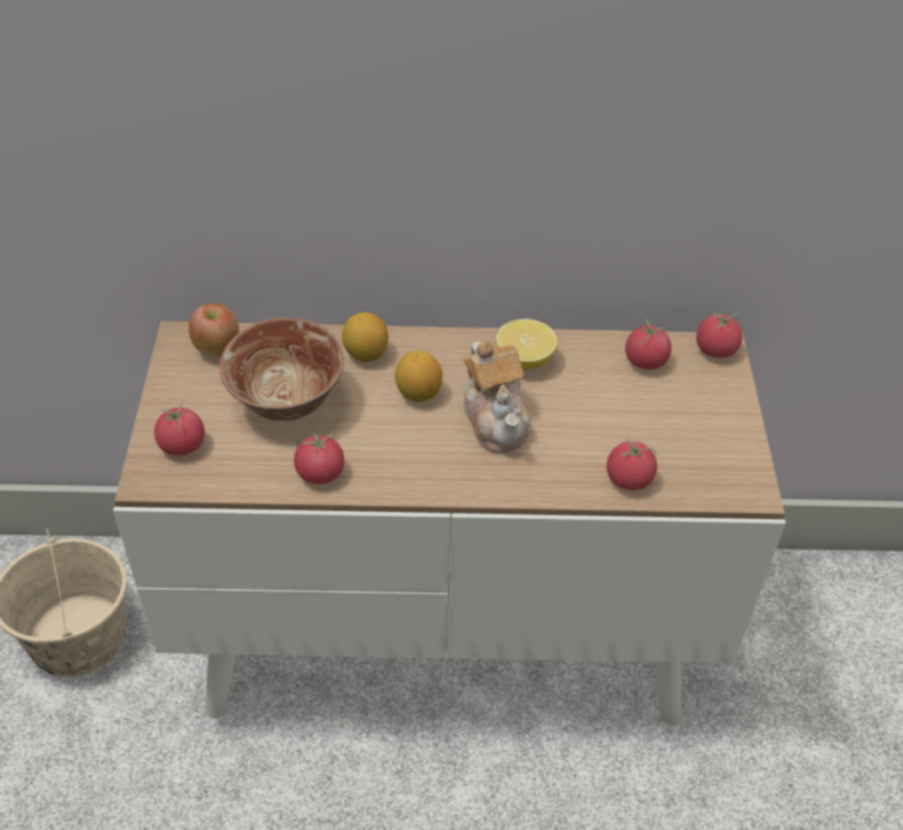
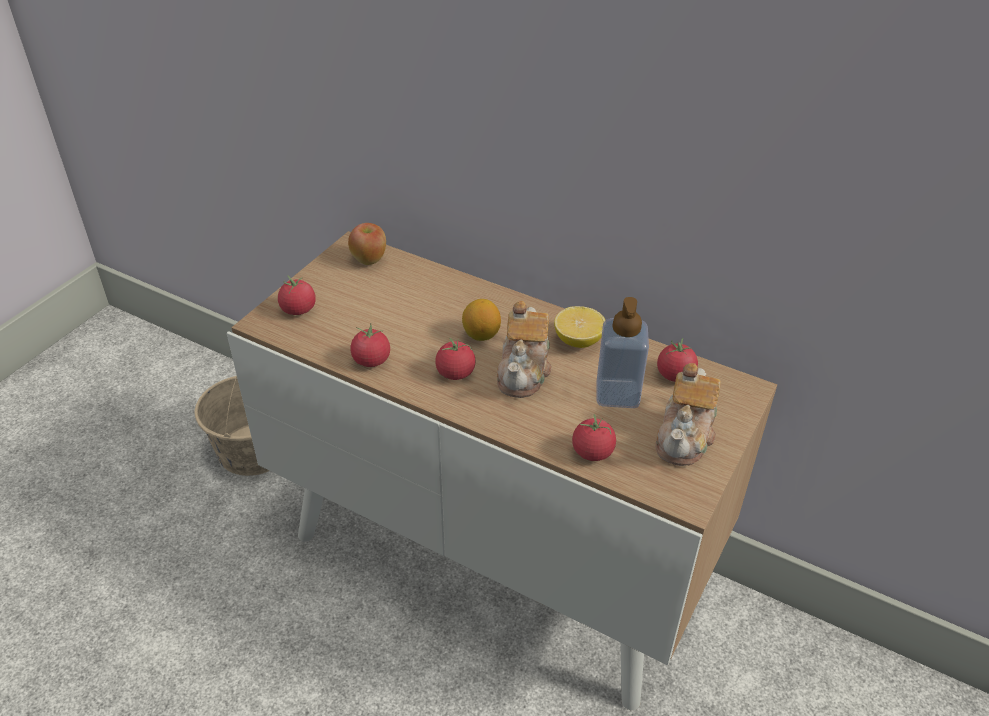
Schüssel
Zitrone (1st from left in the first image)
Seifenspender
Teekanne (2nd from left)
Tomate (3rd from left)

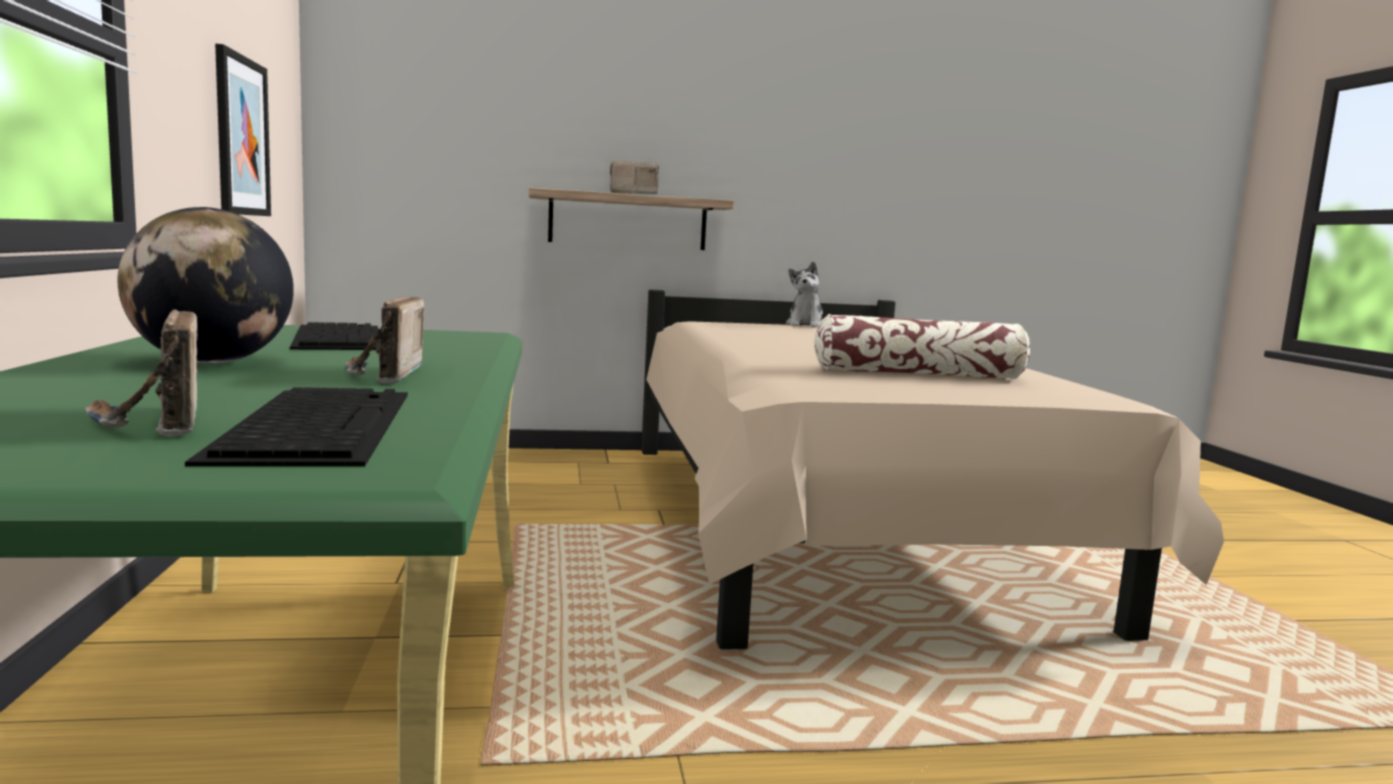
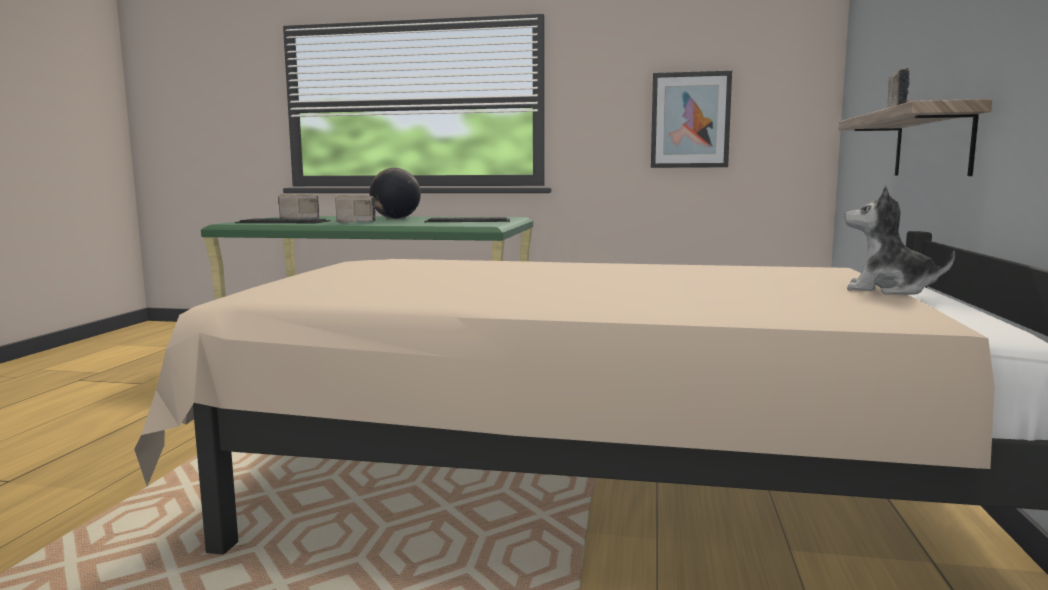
Kissen

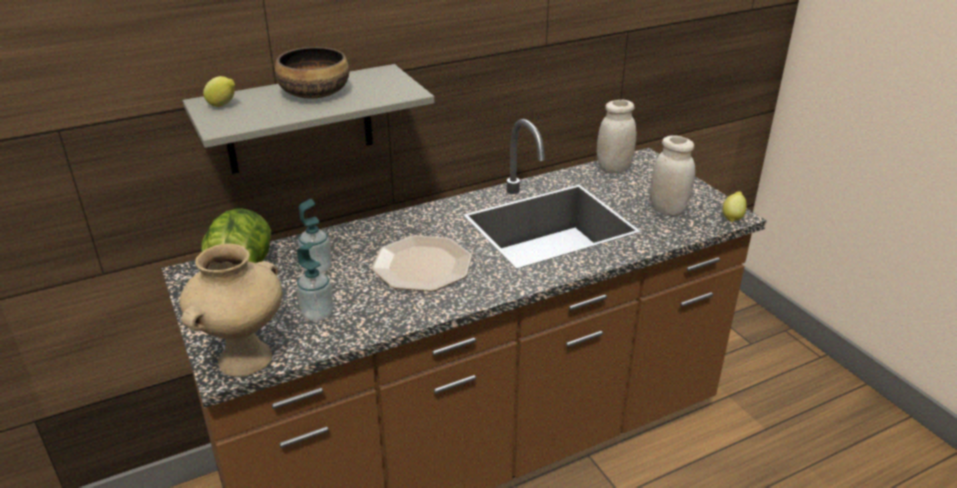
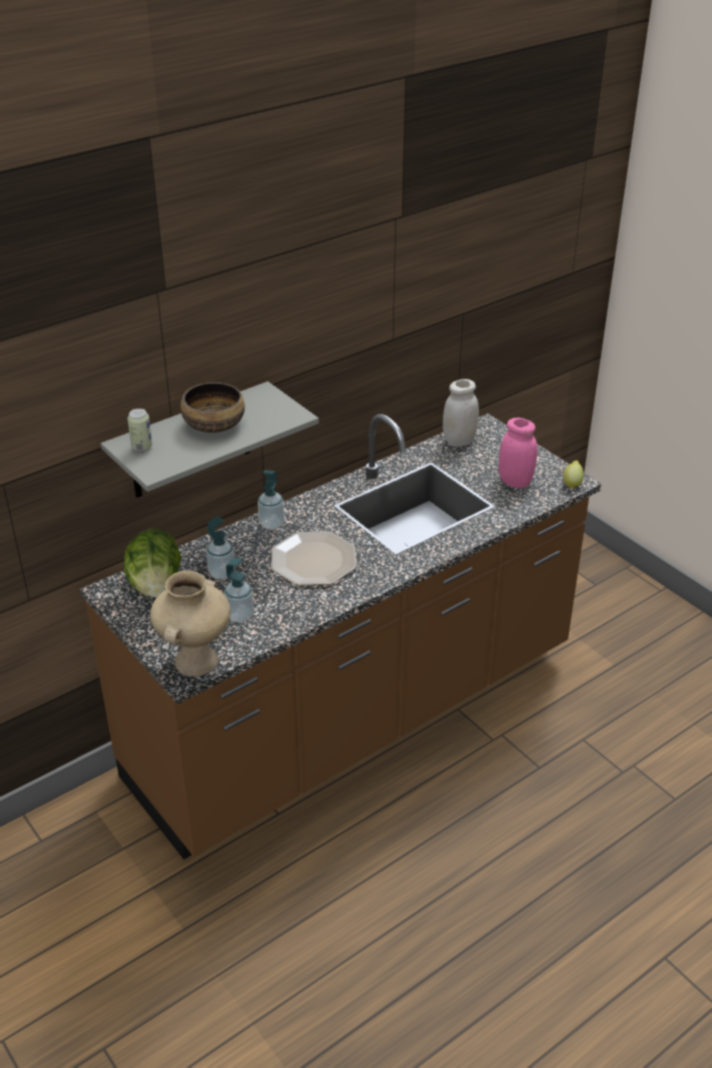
Seifenspender (3rd from left)
Dose
Vorratsglas [rosa]

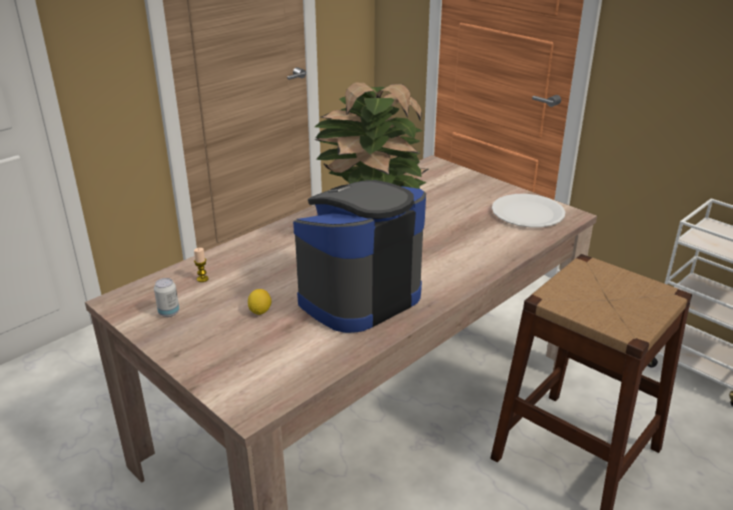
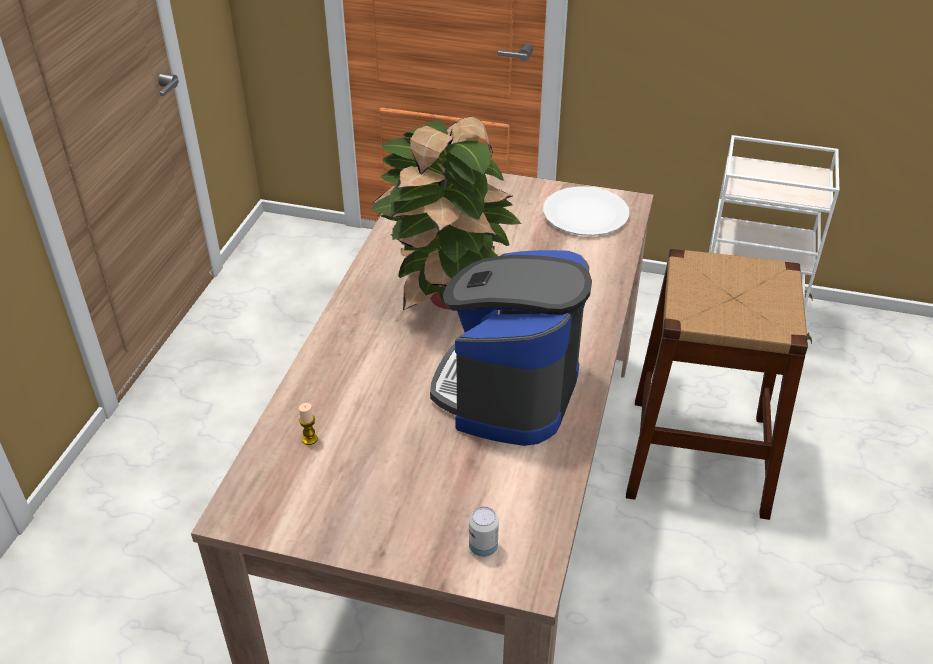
Zitrone
Dose

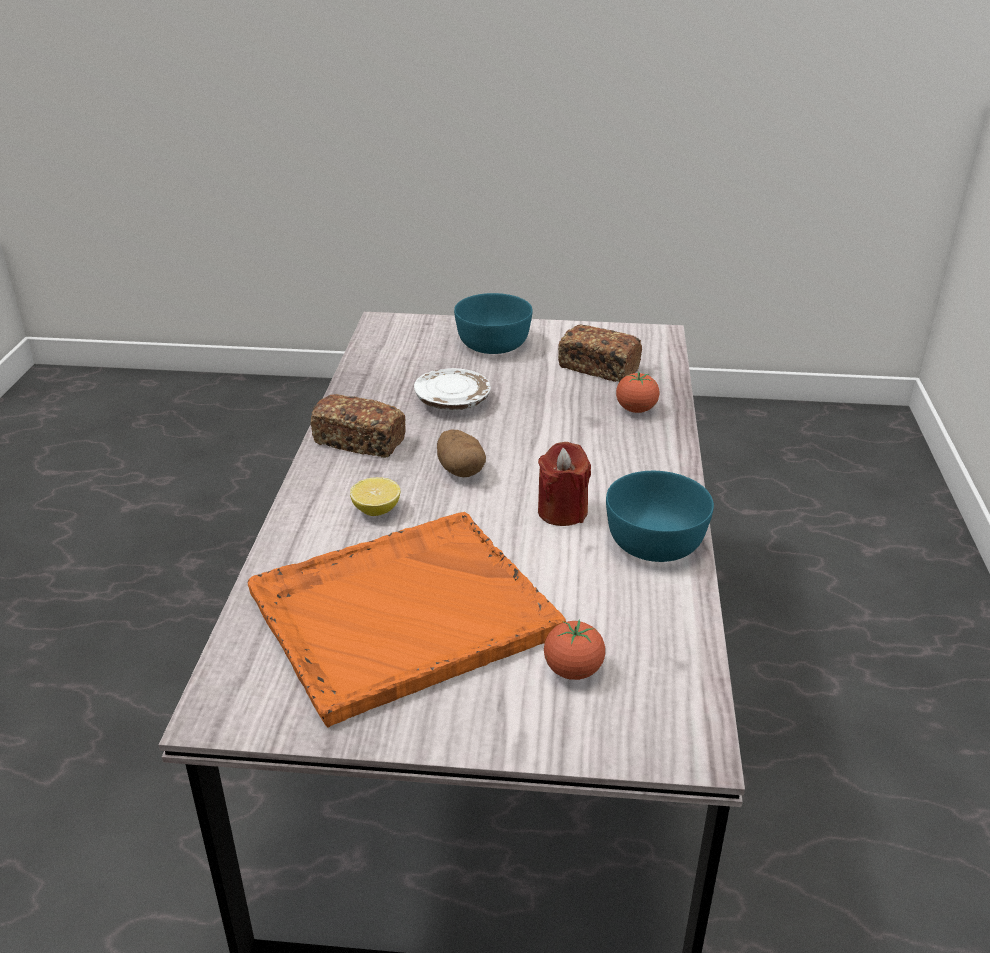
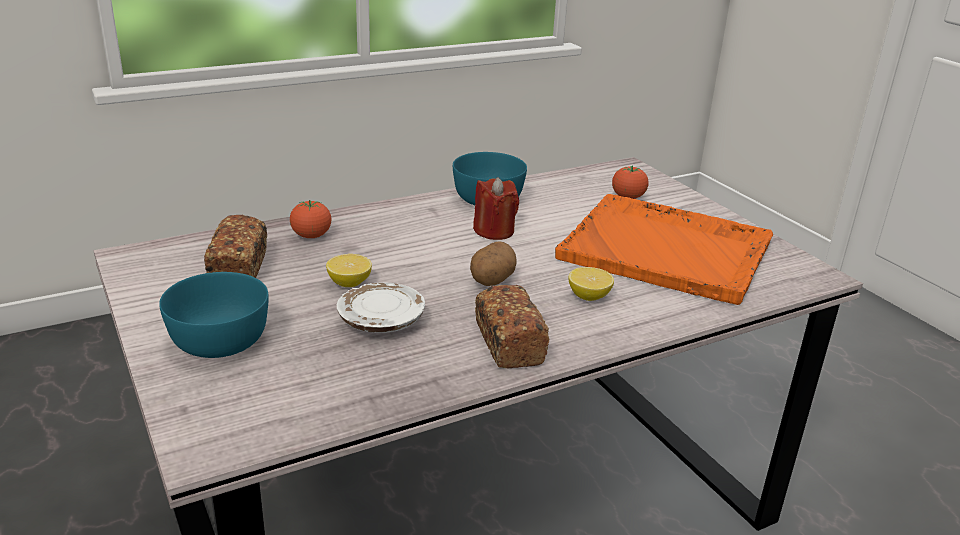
Zitrone (1st from left)

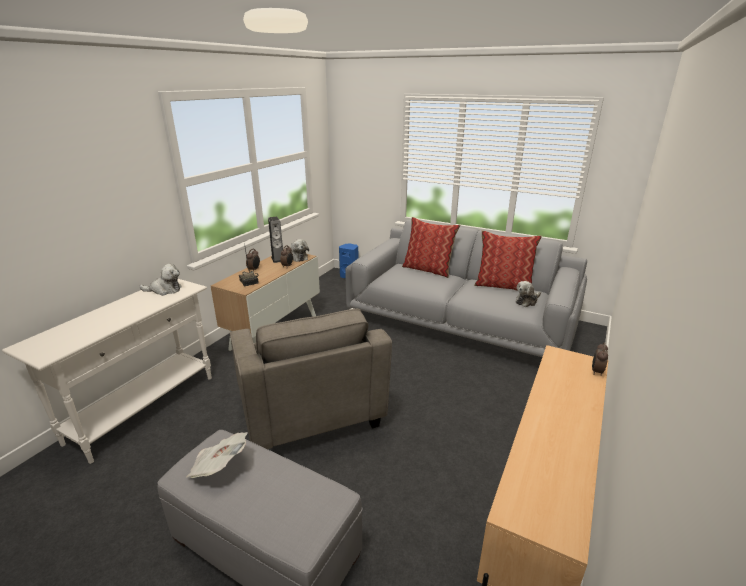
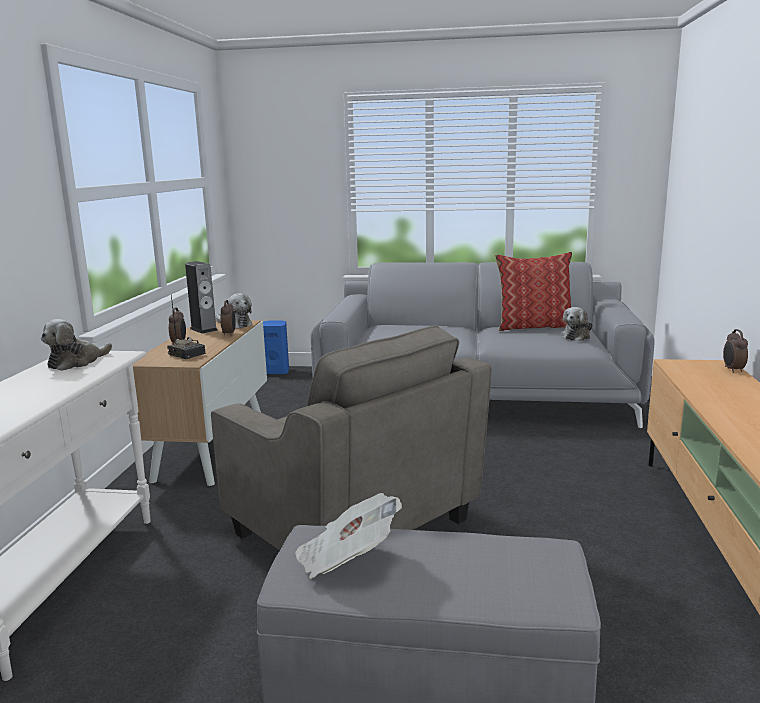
Kissen (1st from left in the first image)
Plüschtier (1st from left)

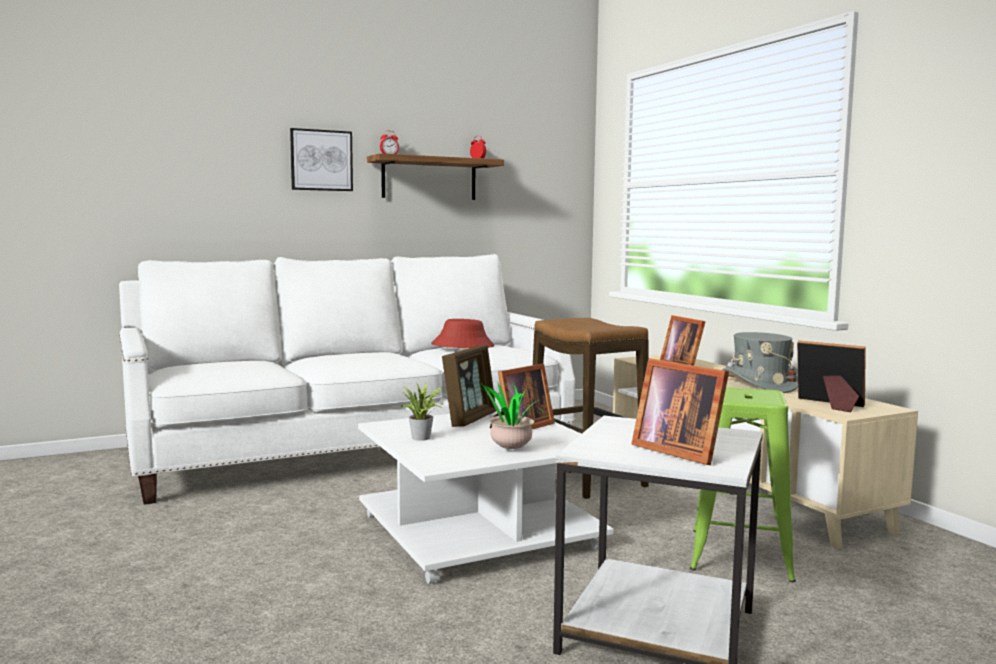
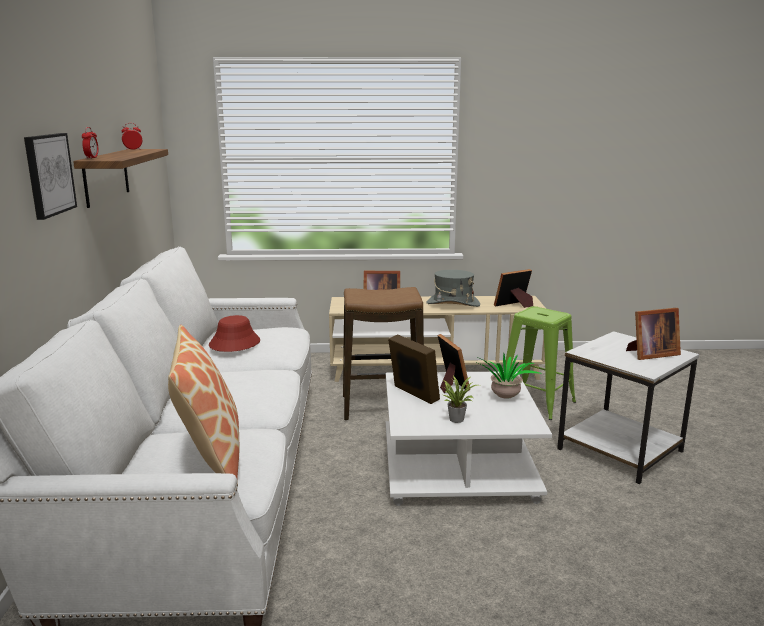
Kissen

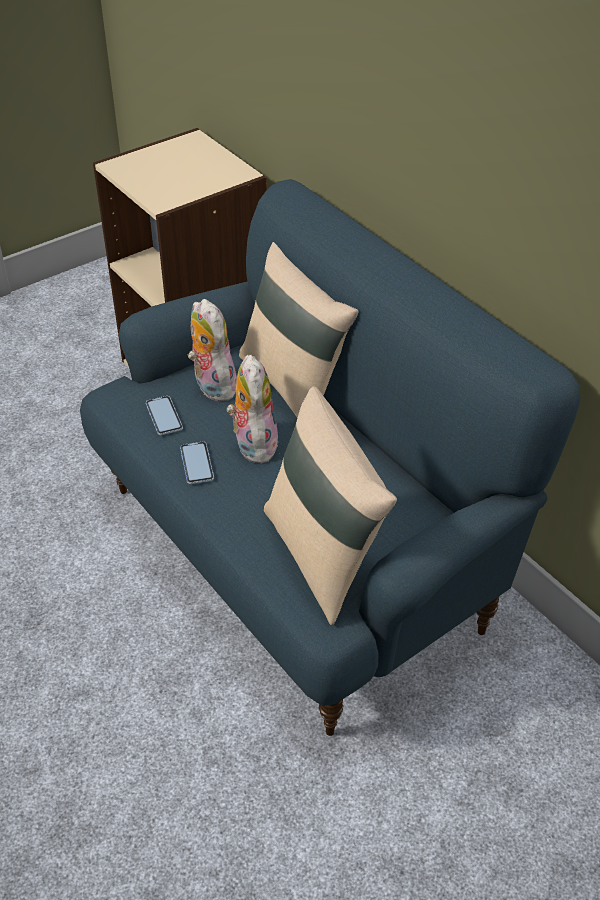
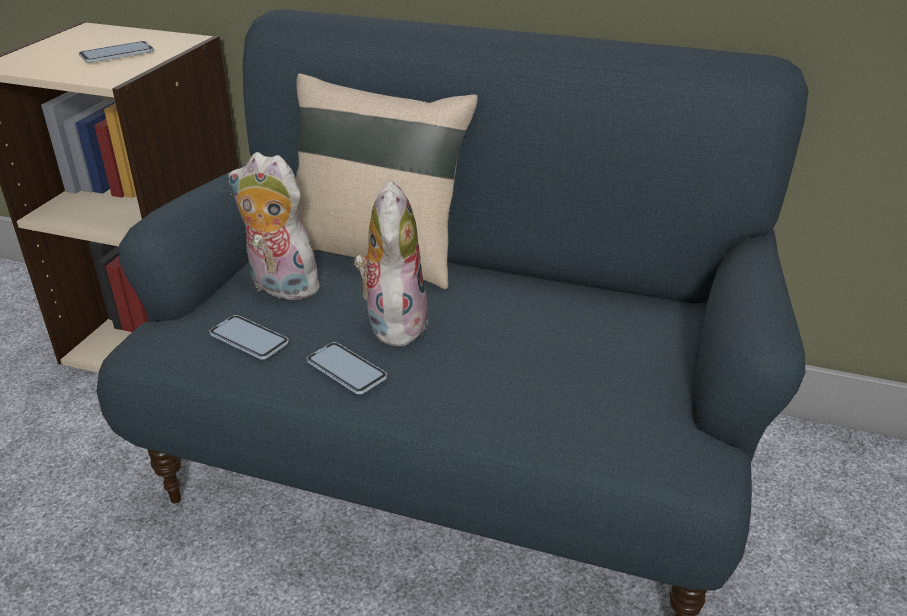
Kissen [beige] (2nd from left in the first image)
Handy (1st from left)
Plüschtier (2nd from left)

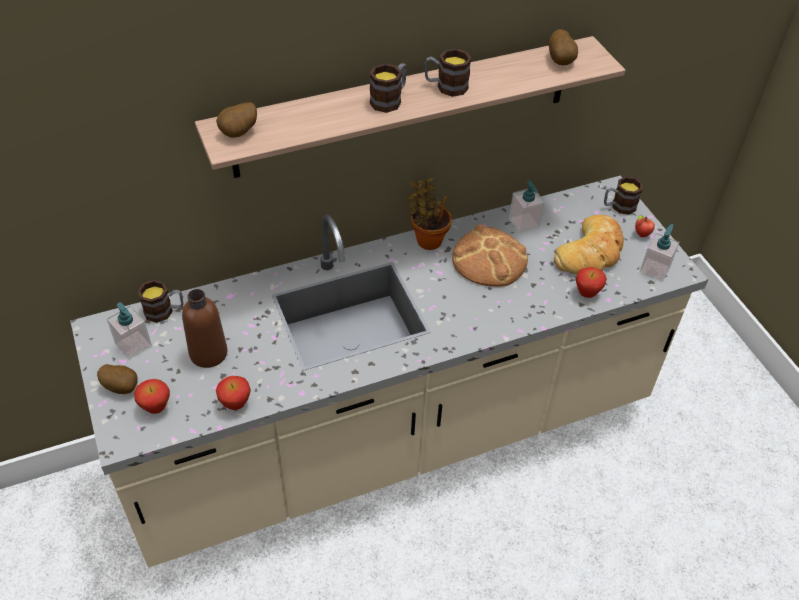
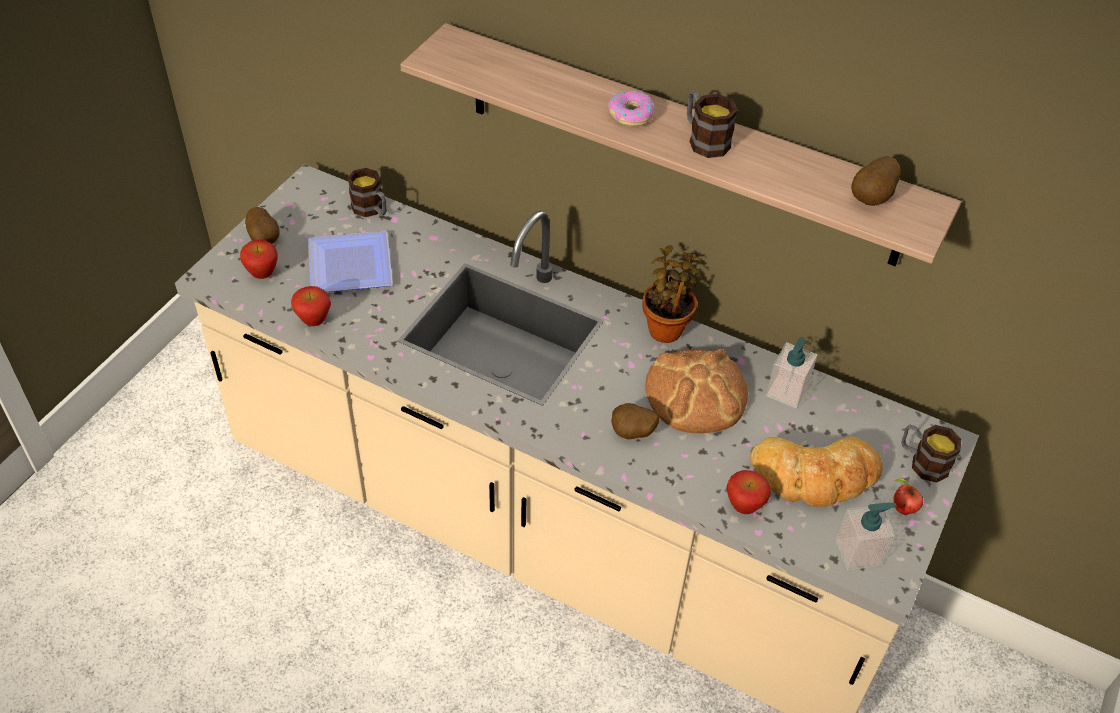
Seifenspender (1st from left in the first image)
Kartoffel (2nd from left)
Teller
Donut

